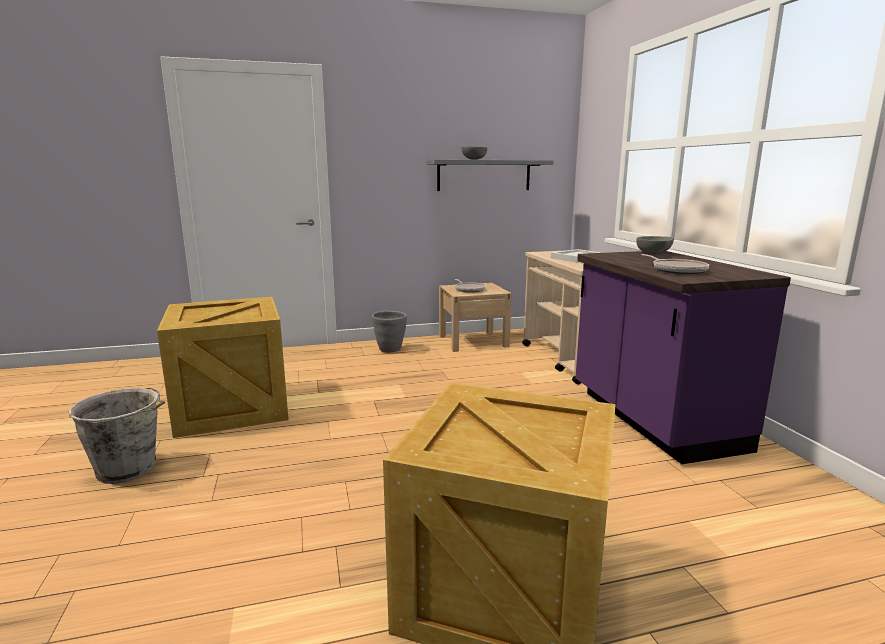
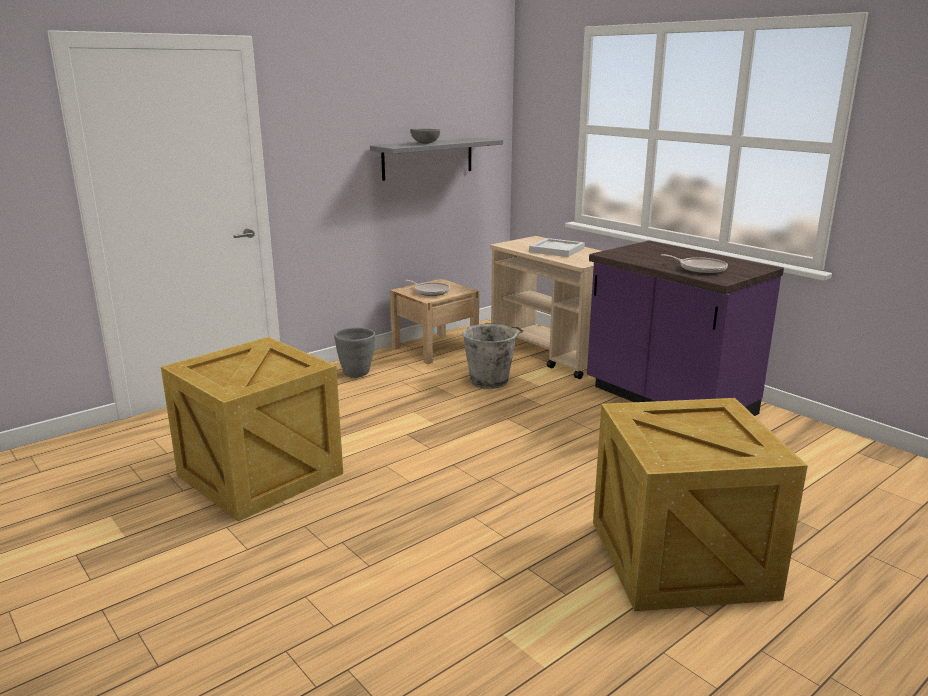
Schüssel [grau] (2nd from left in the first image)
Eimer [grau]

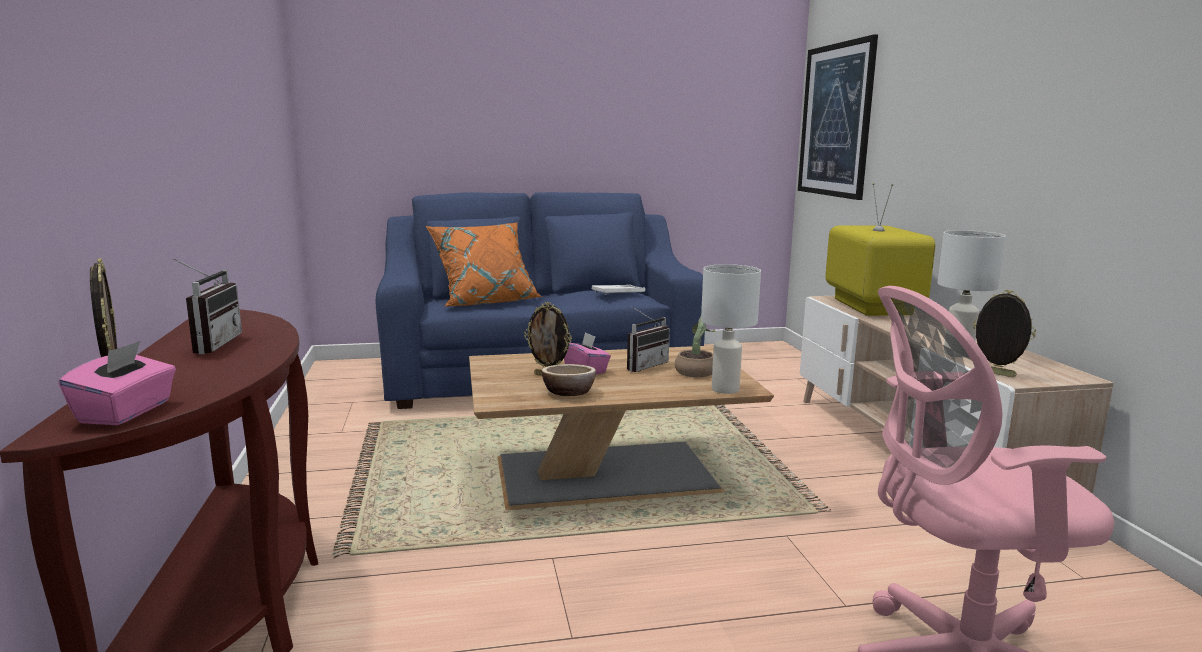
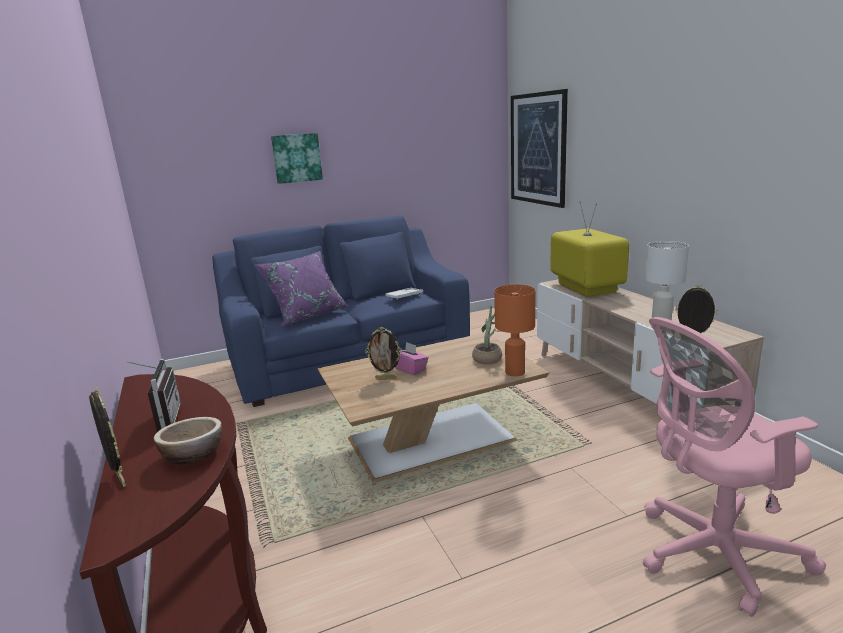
Taschentuchbox [rosa] (1st from left in the first image)
Radio (2nd from left in the first image)
Bild (1st from left)
Schüssel
Kissen [lila]
Tischlampe [orange]

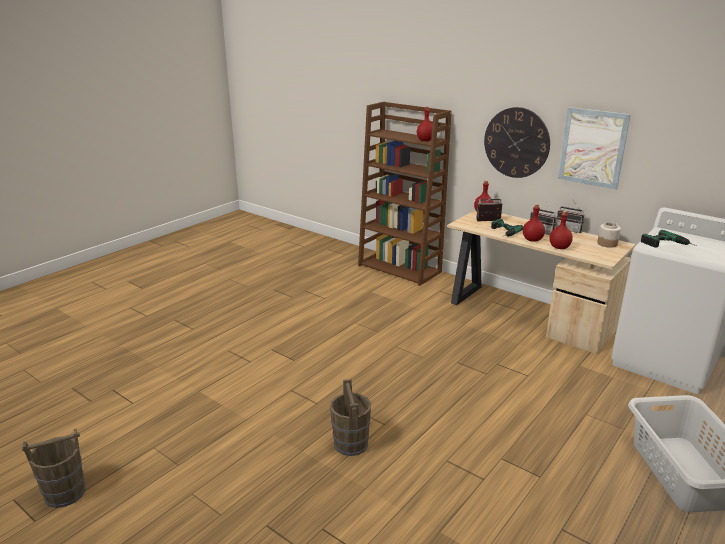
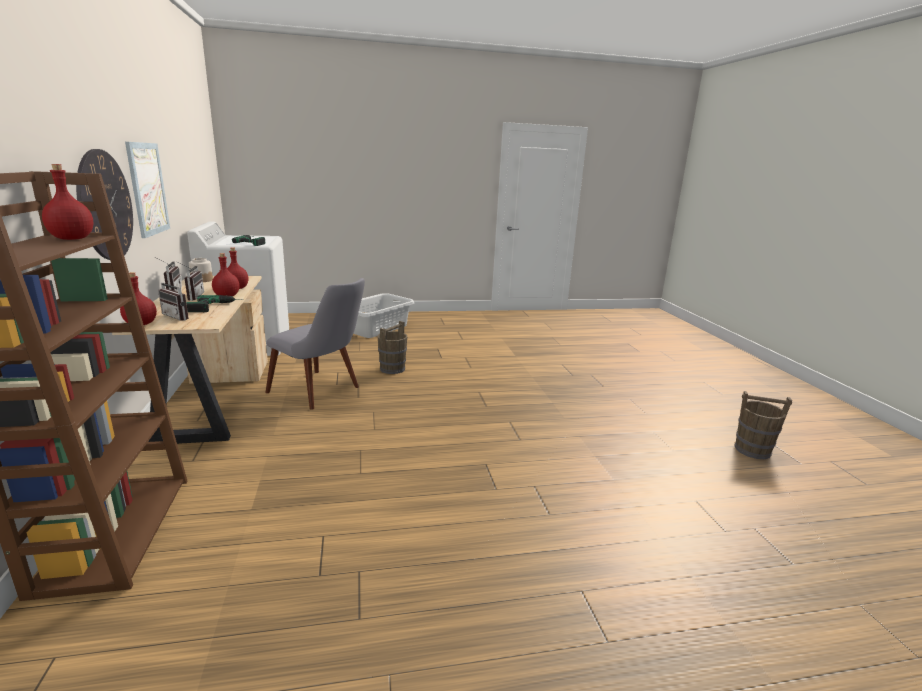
Stuhl [grau]
Eimer [braun] (1st from left)

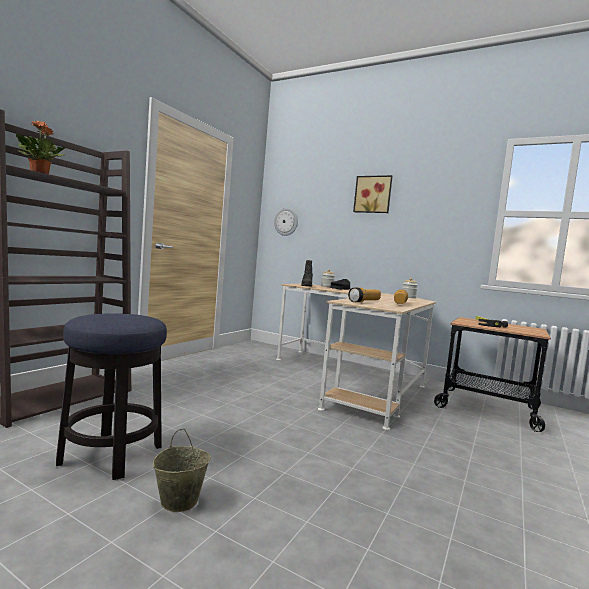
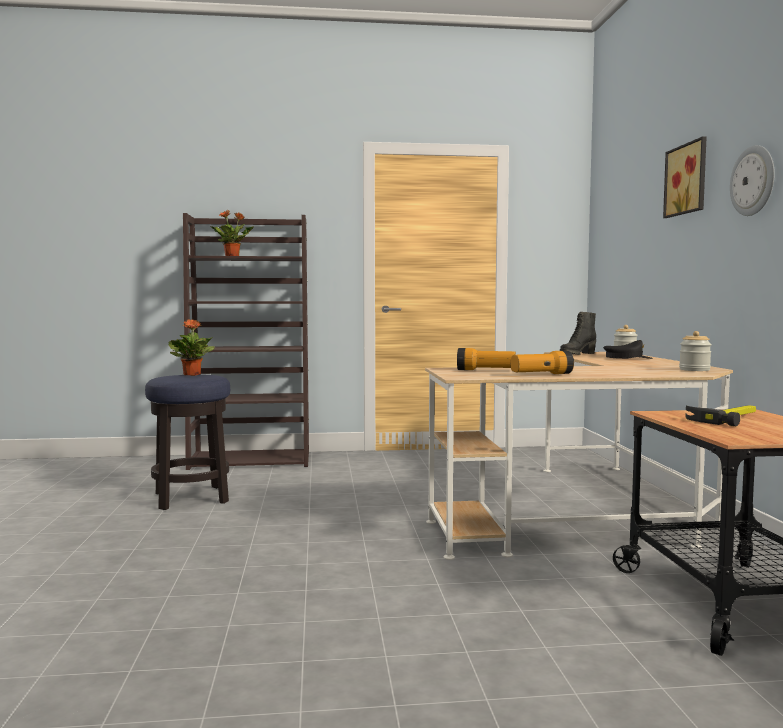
Eimer [beige]
Topfpflanze (1st from left)
Wanduhr

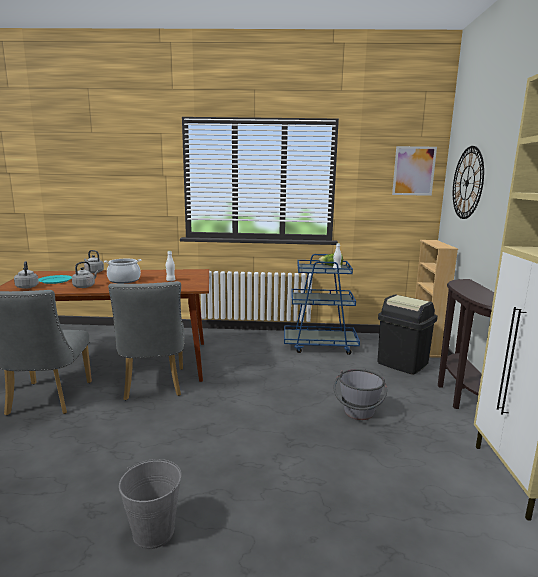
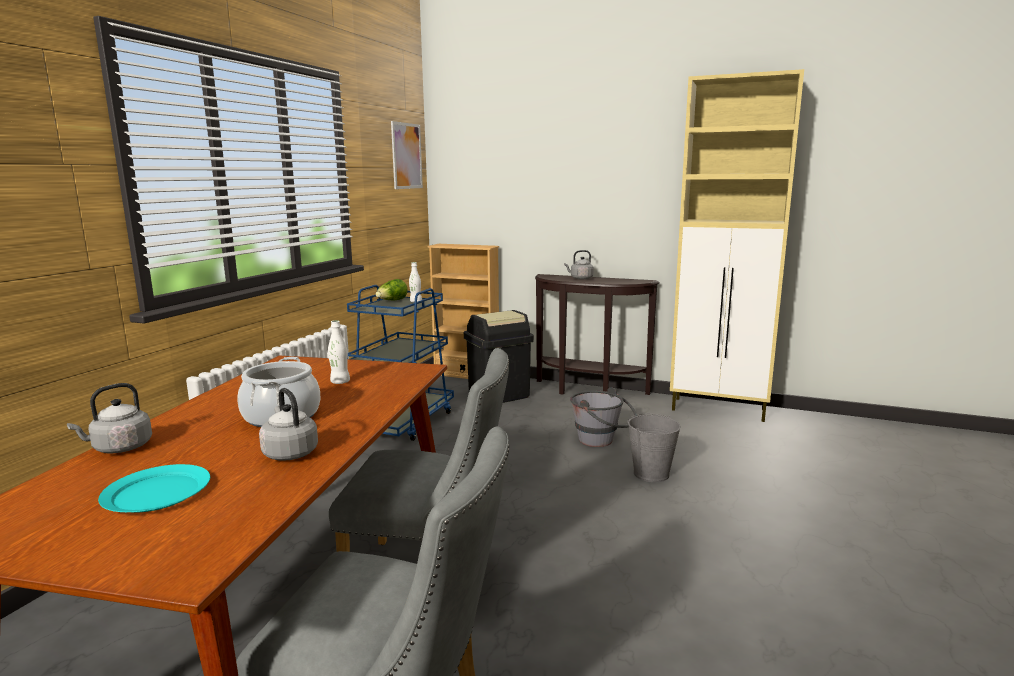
Wanduhr
Wasserkessel [grau] (3rd from left)
Eimer [grau] (2nd from left)

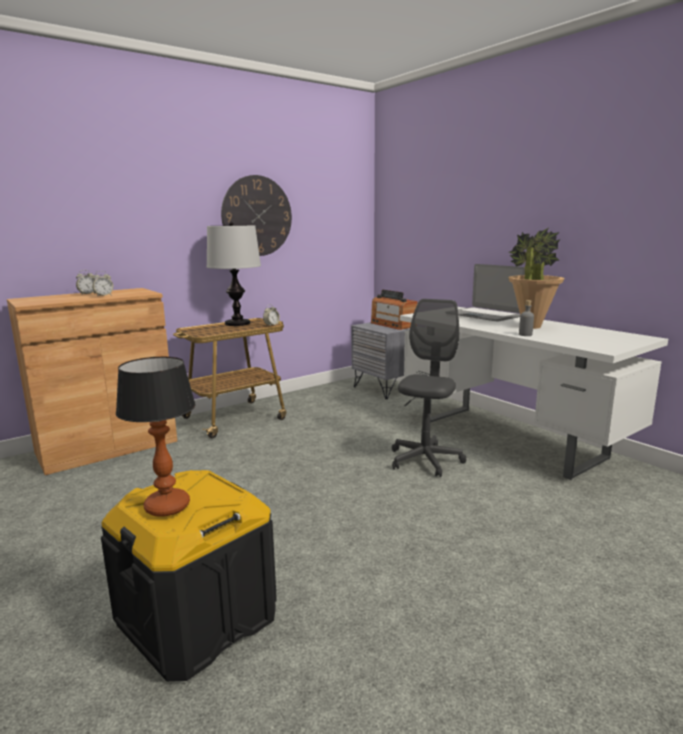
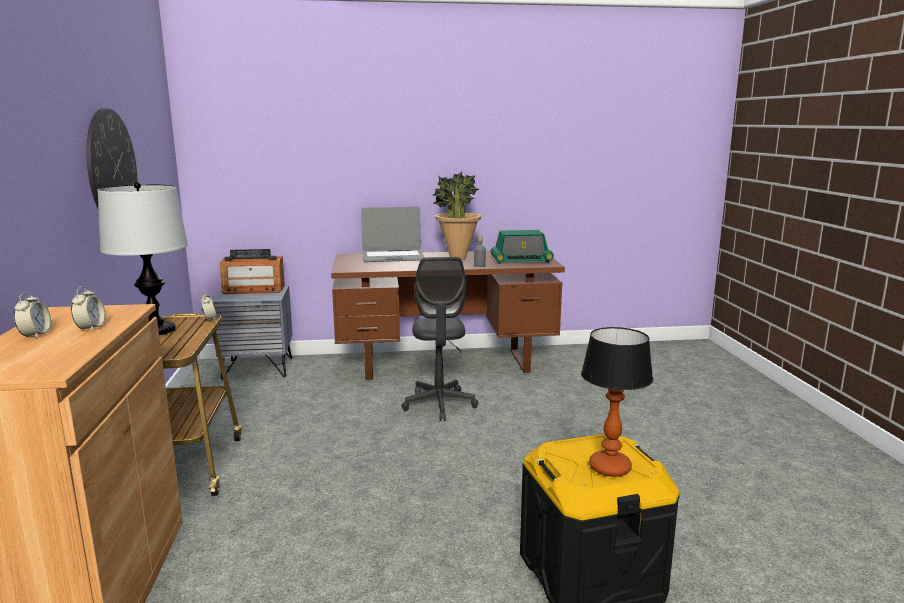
Radio (2nd from left)
Schreibtisch [braun]
Bürostuhl [grau]

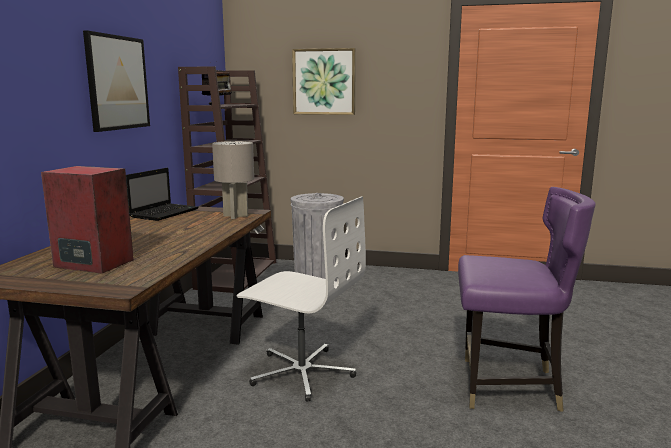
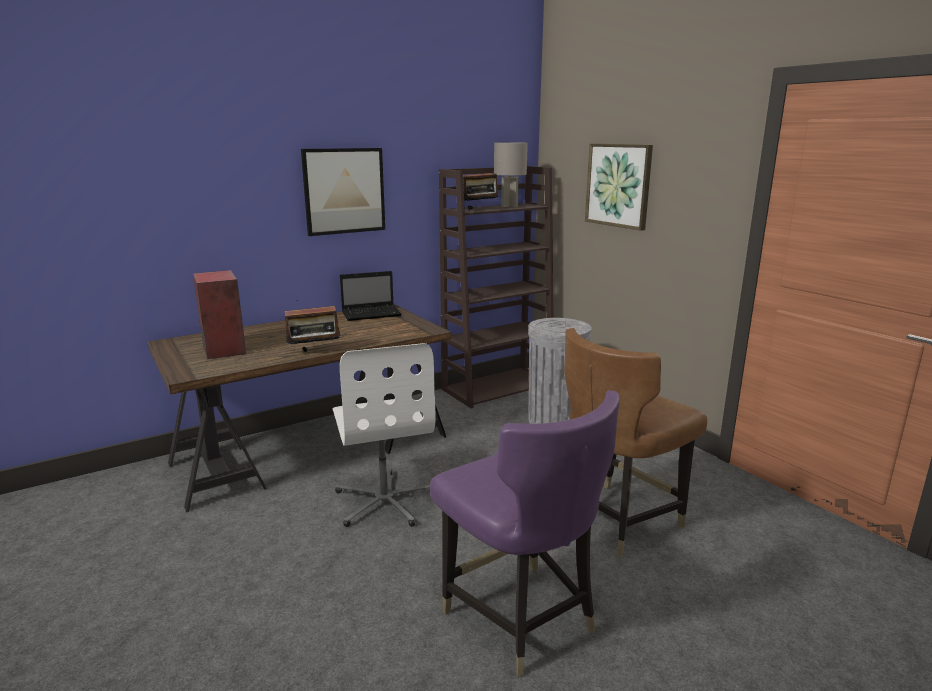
Radio (1st from left)
Stuhl [braun]
Tischlampe [grau]

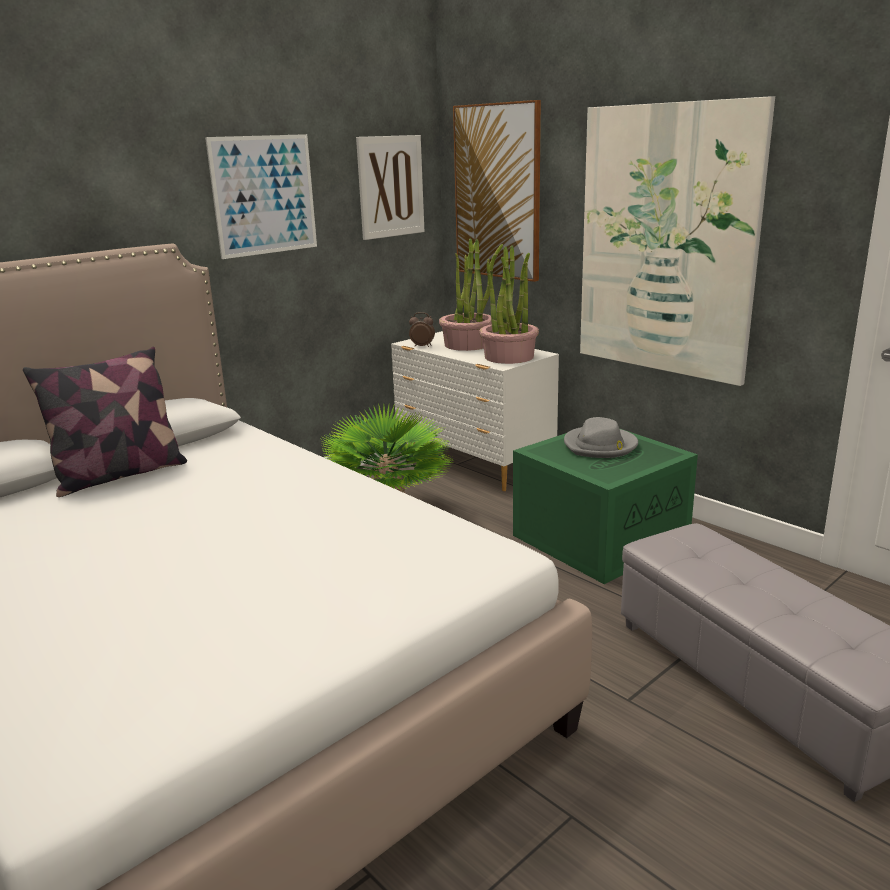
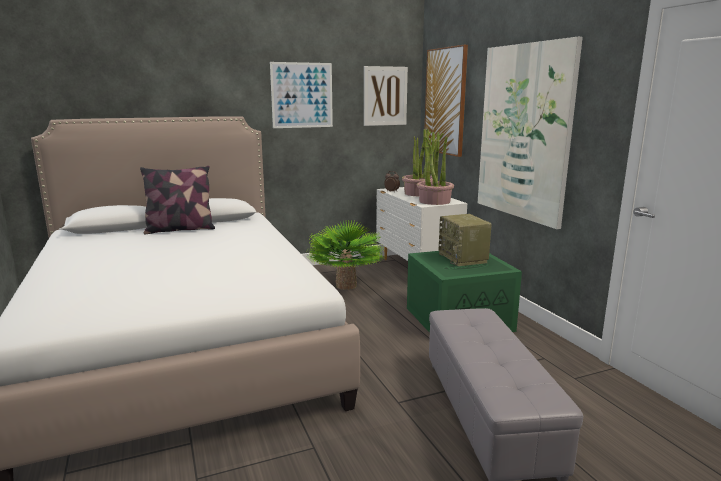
Radio

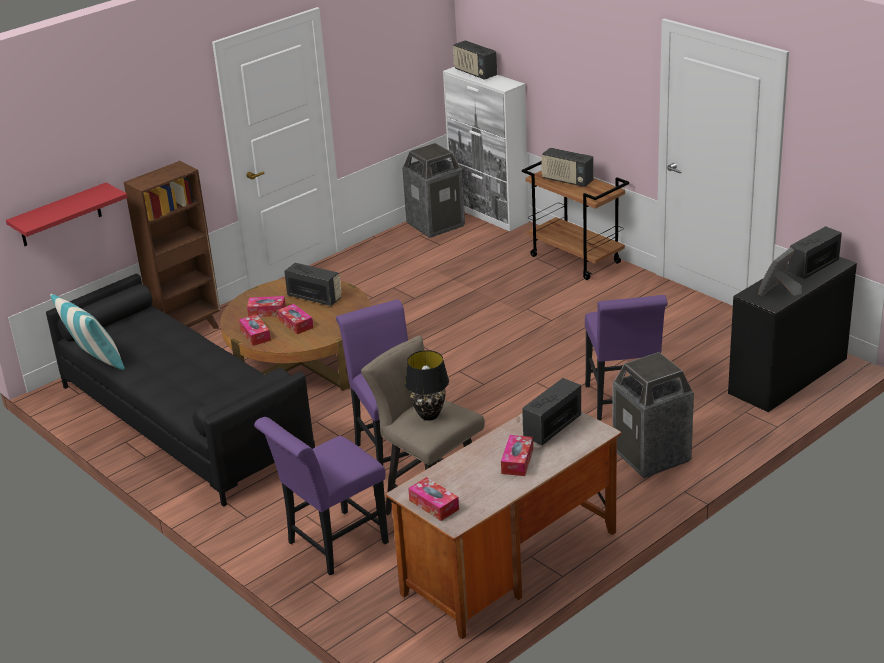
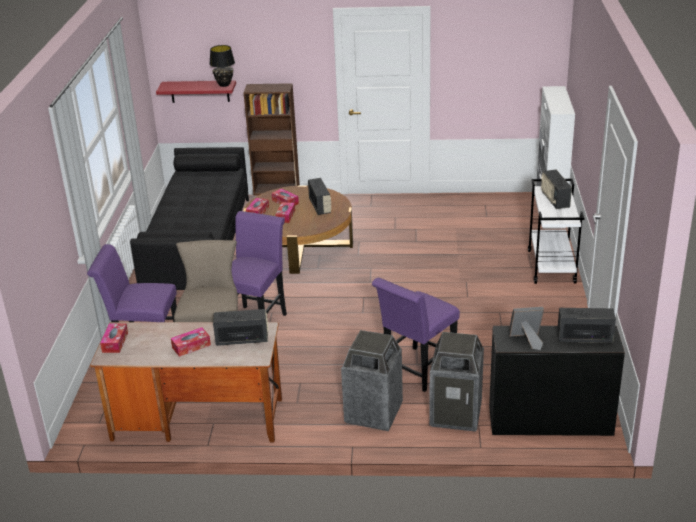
Kissen
Radio (2nd from left in the first image)
Mülleimer (2nd from left)
Tischlampe [schwarz]
Rollwagen [weiß]

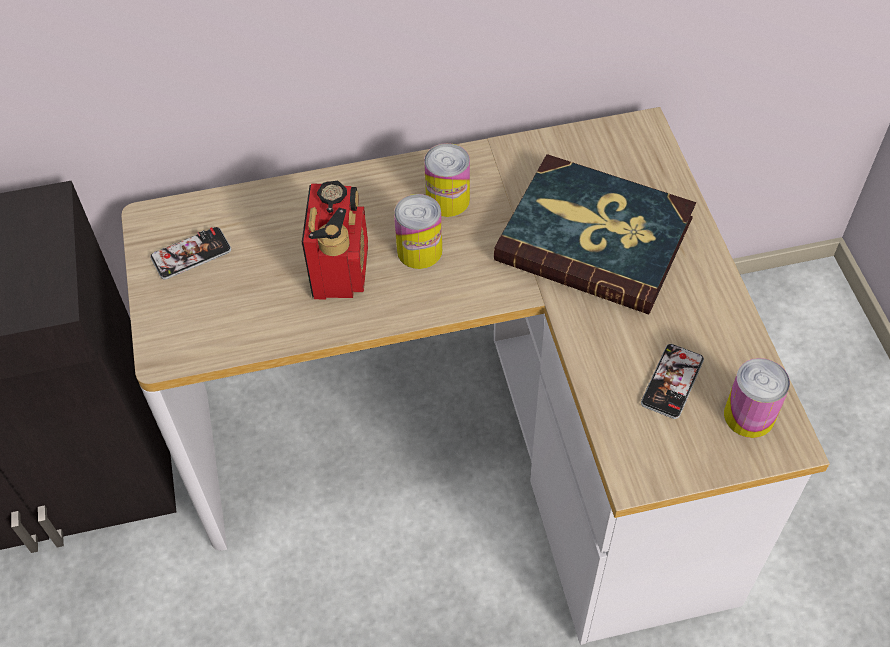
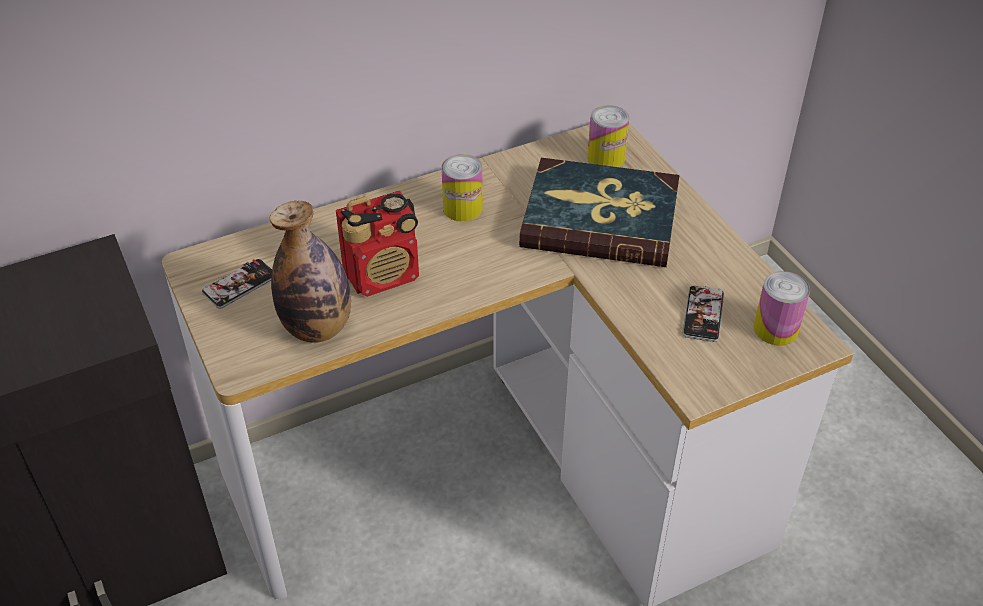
Flasche
Dose (2nd from left)
Radio

